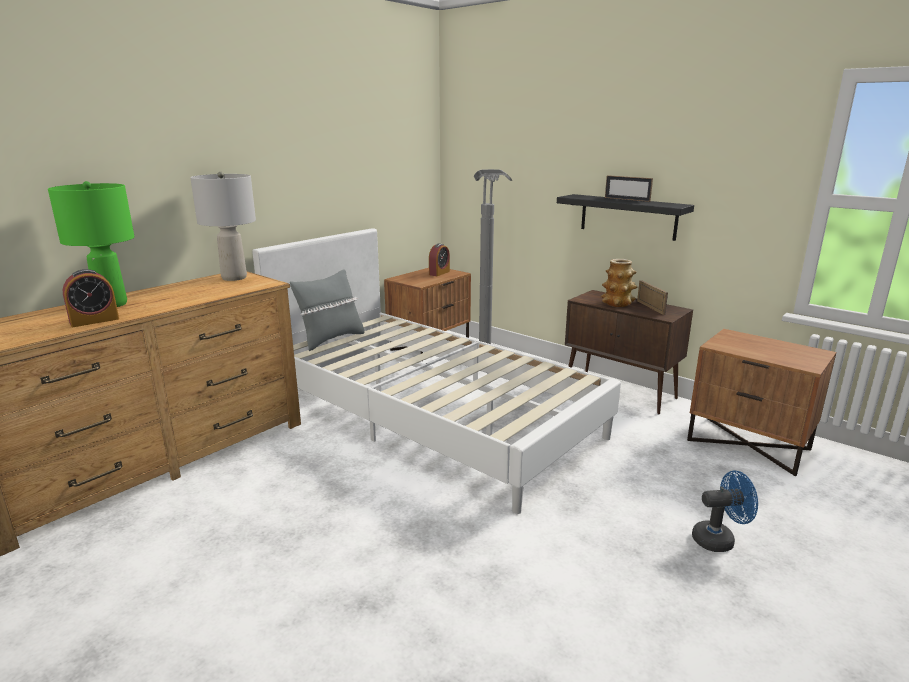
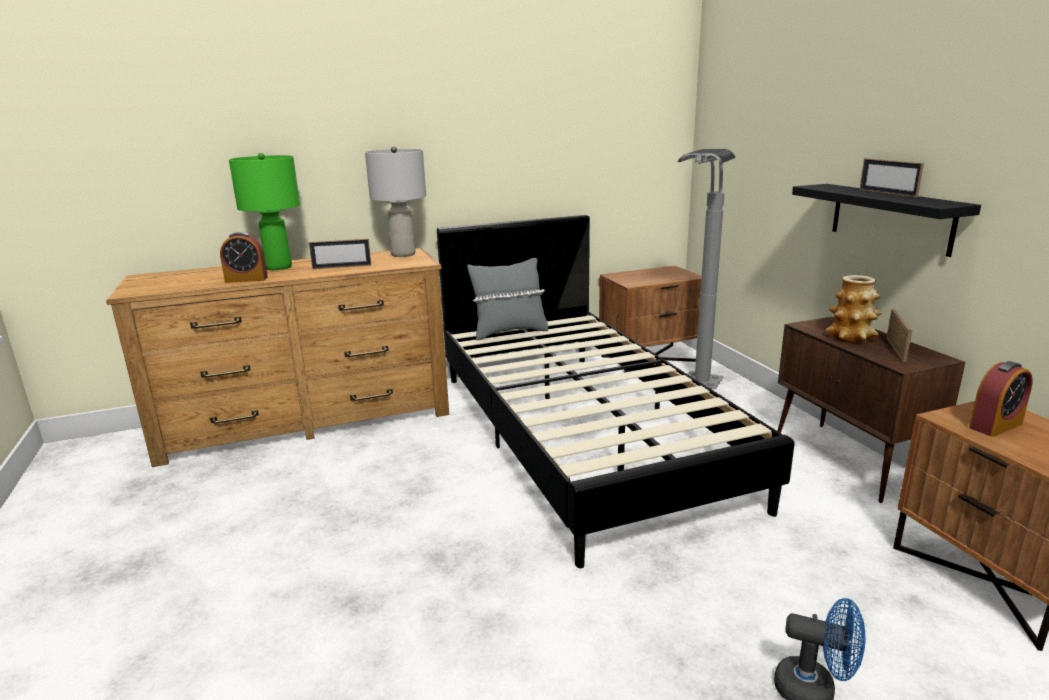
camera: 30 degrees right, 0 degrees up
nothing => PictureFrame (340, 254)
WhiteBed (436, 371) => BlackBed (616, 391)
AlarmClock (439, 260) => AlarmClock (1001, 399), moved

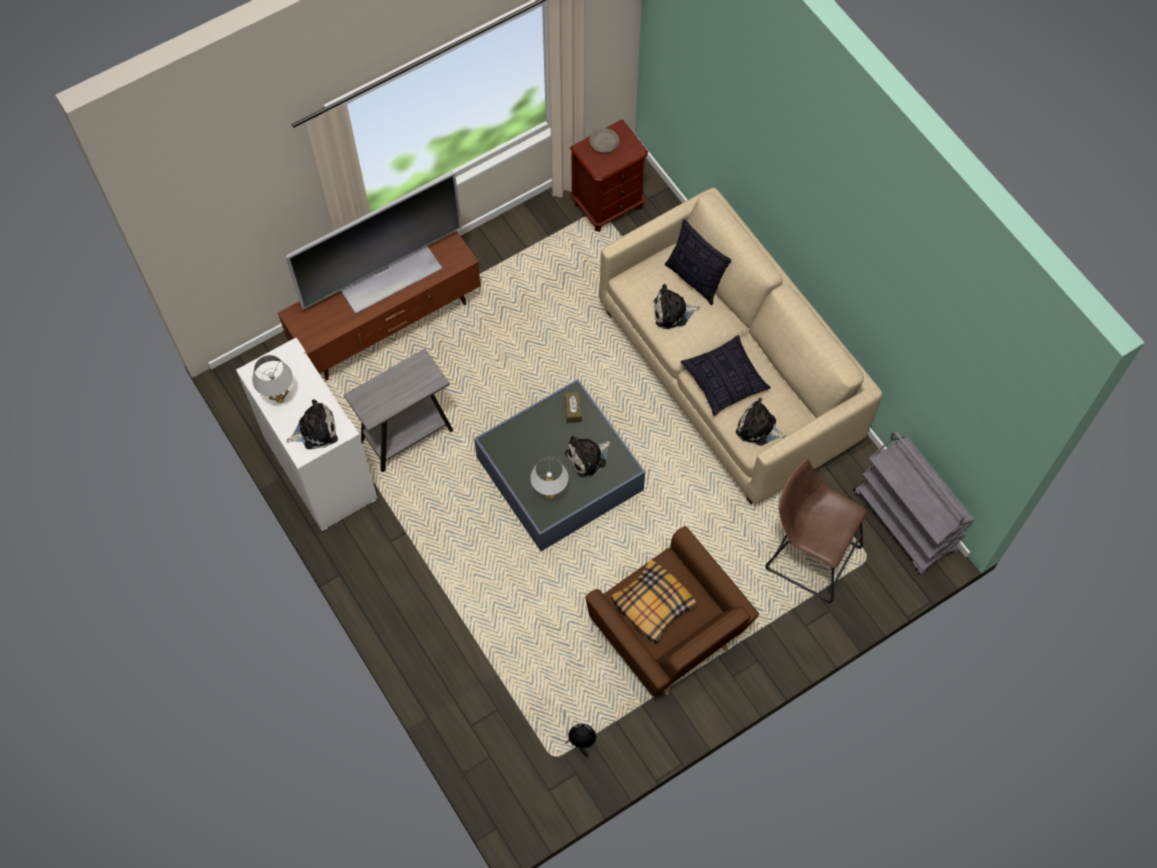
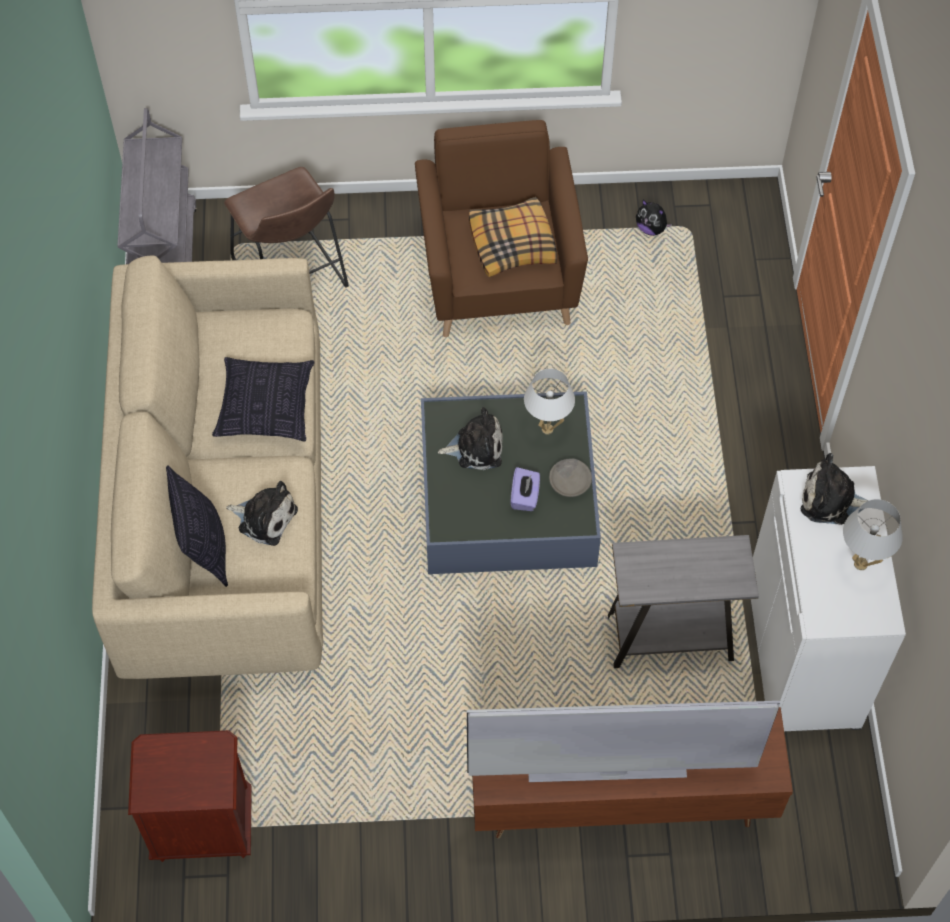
camera: 150 degrees left, 5 degrees down
nothing => PurpleTissueBox (525, 489)
GreyBowl (604, 140) => GreyBowl (570, 478), moved
BrownTissueBox (573, 407) => nothing
PlushToy (761, 422) => nothing

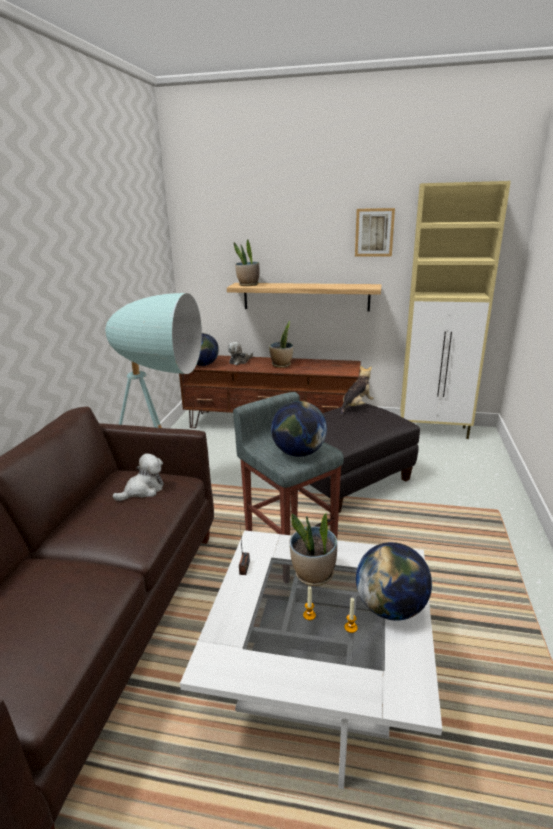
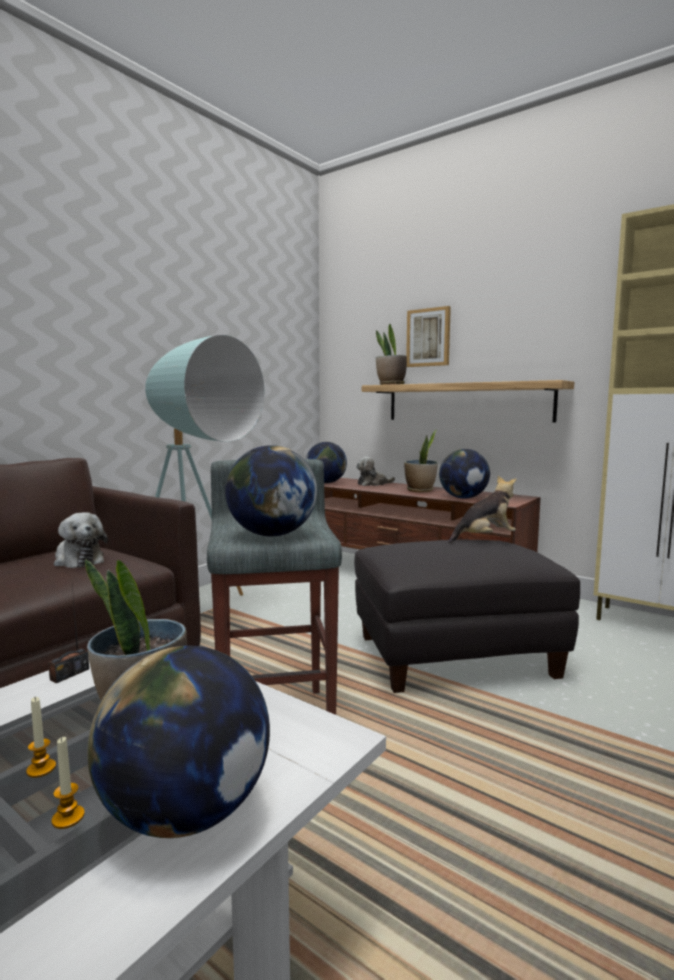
camera: 25 degrees right, 15 degrees down
PlushToy (138, 477) => PlushToy (81, 540), 60 degrees clockwise
Picture (375, 232) => Picture (428, 336), moved
nothing => Globe (464, 474)

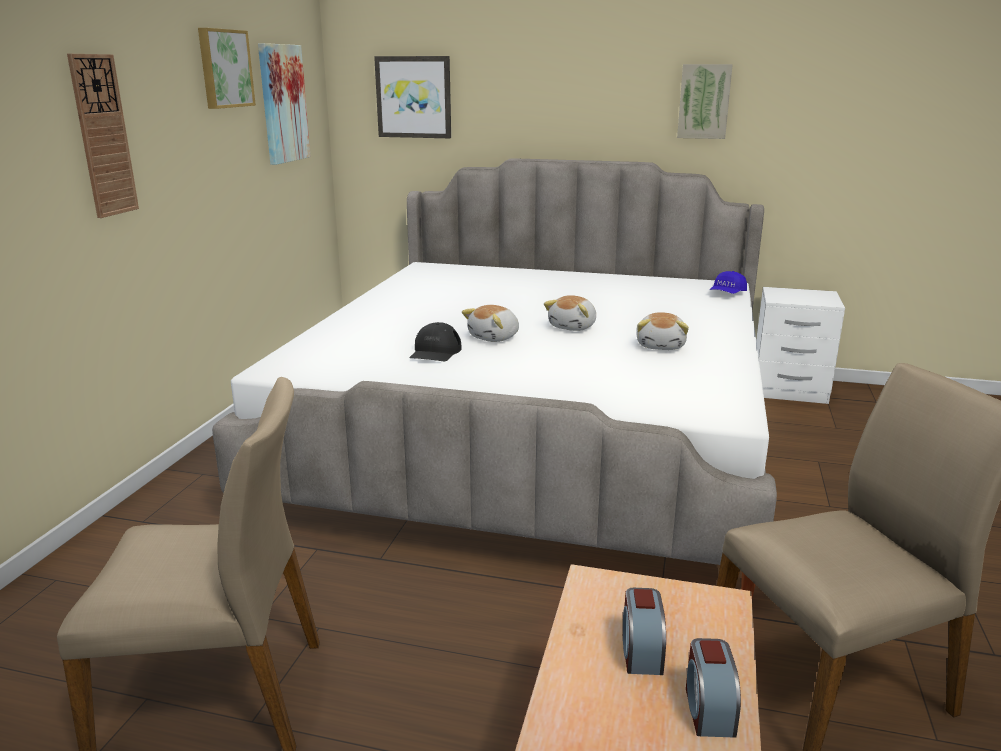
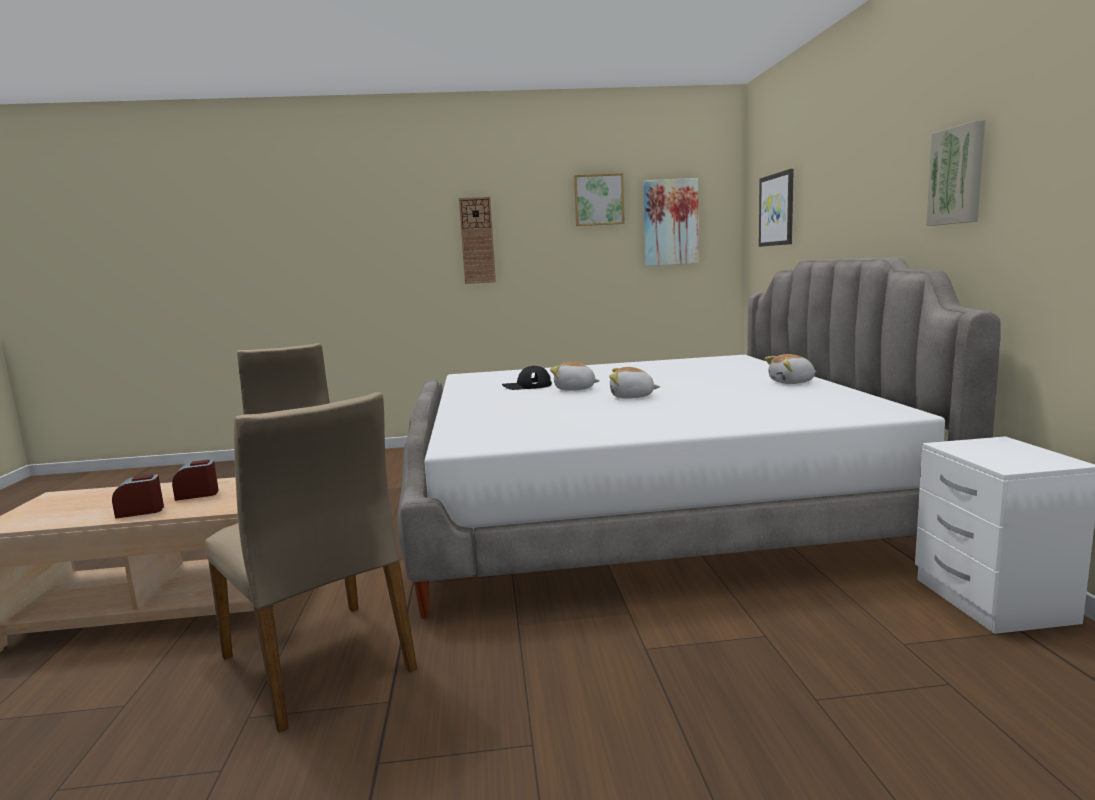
camera: 70 degrees right, 10 degrees down
PlushToy (663, 331) => PlushToy (790, 369), moved
BlueCap (728, 282) => nothing

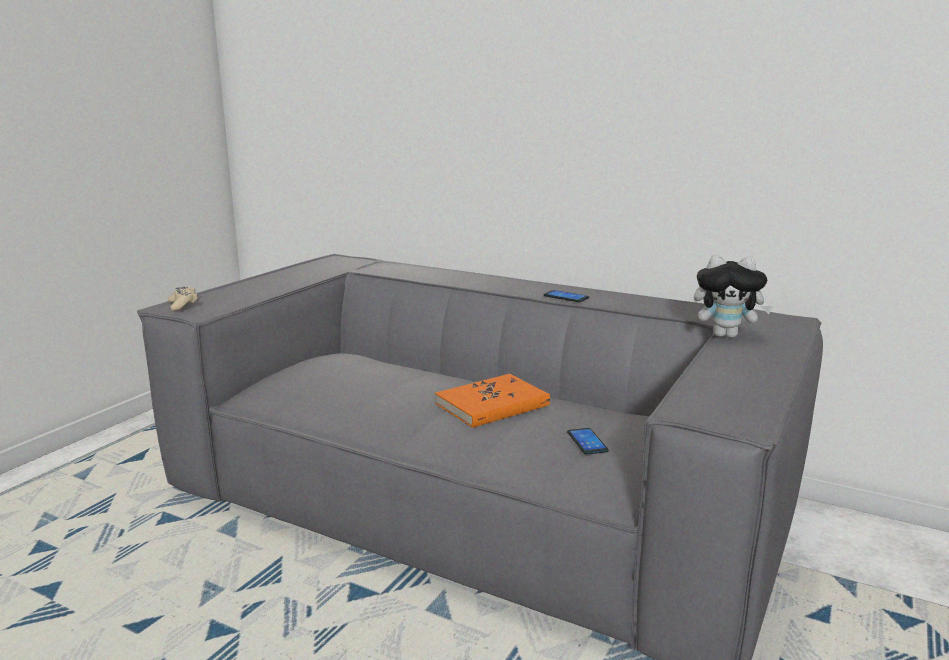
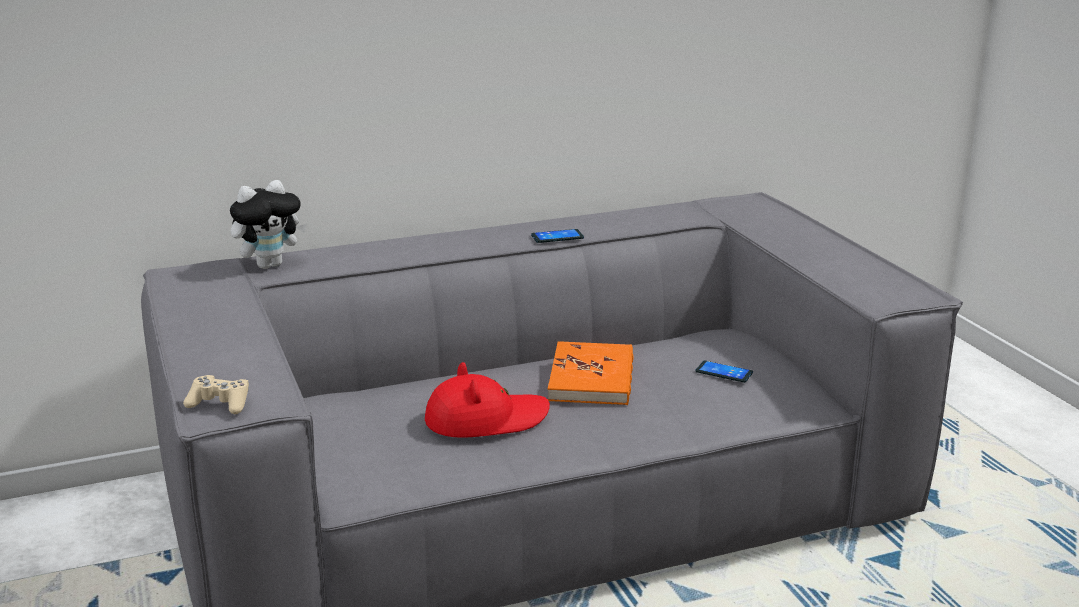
camera: 50 degrees left, 5 degrees up
PlushToy (733, 296) => PlushToy (268, 224), moved
nothing => RedHat (487, 400)

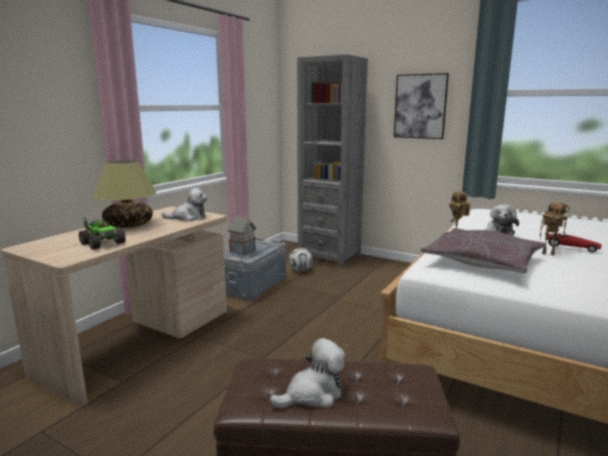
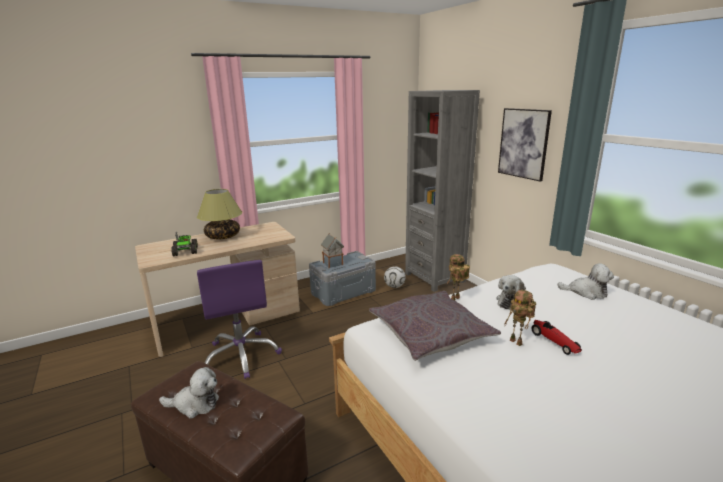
camera: 30 degrees right, 5 degrees up
nothing => PurpleOfficeChair (239, 319)
PlushToy (184, 204) => PlushToy (585, 281), moved

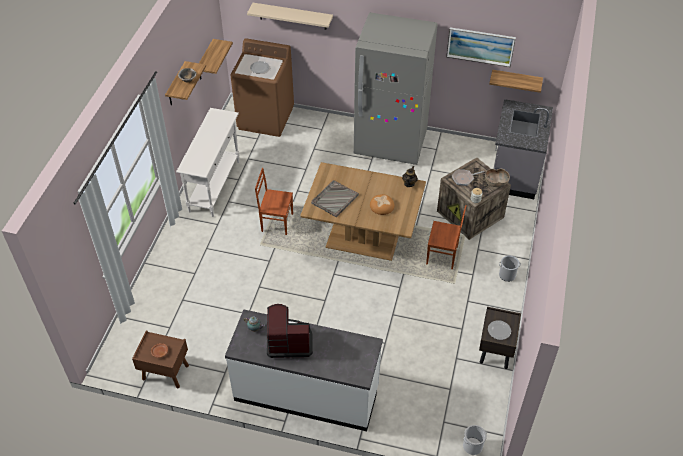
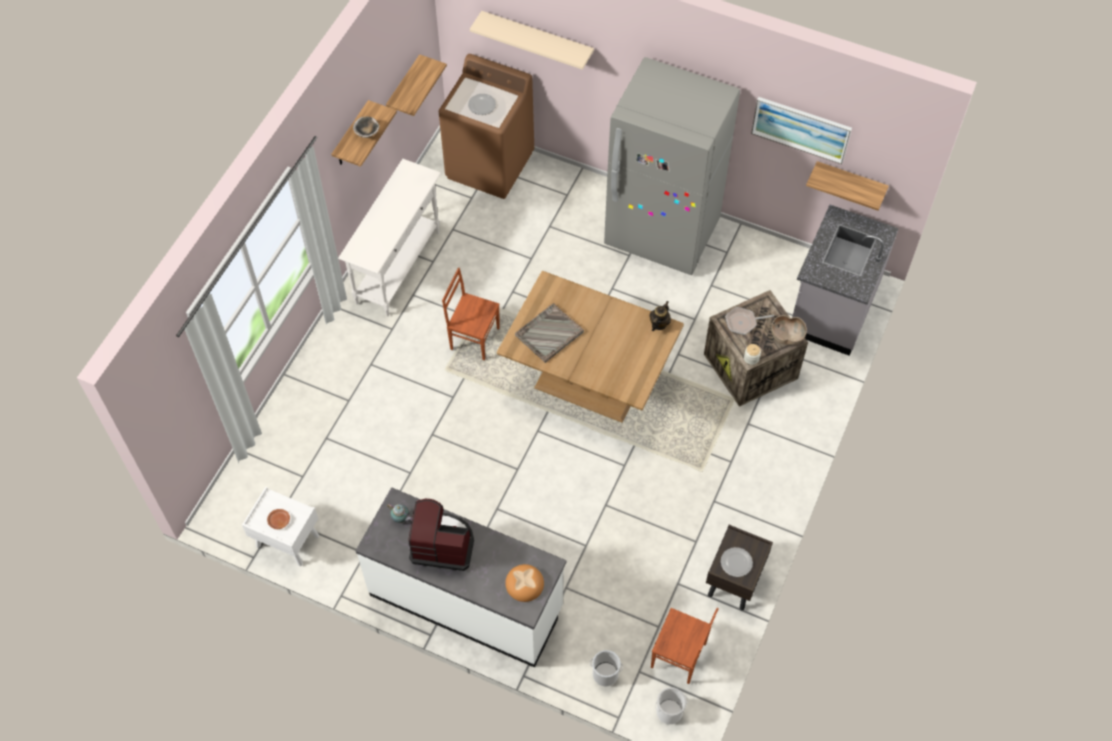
camera: 10 degrees right, 10 degrees up
BrownNightstand (160, 359) => WhiteNightstand (280, 526)
Bread (382, 204) => Bread (524, 583), moved
Bucket (510, 268) => Bucket (606, 668), moved
BrownChair (446, 237) => BrownChair (685, 646), moved

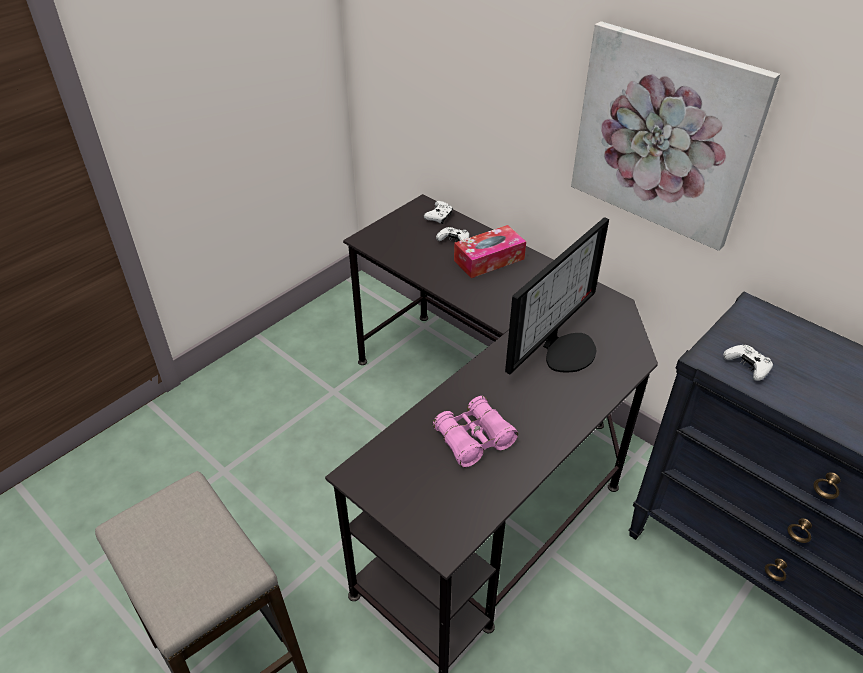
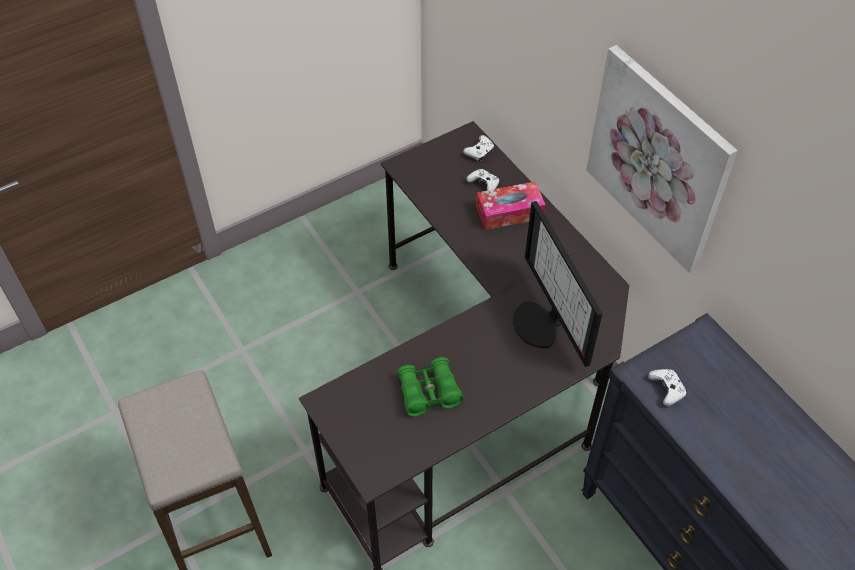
camera: 15 degrees right, 10 degrees up
PinkBinoculars (475, 431) => GreenBinoculars (429, 386)
Monitor (557, 295) => Monitor (557, 284), 105 degrees clockwise

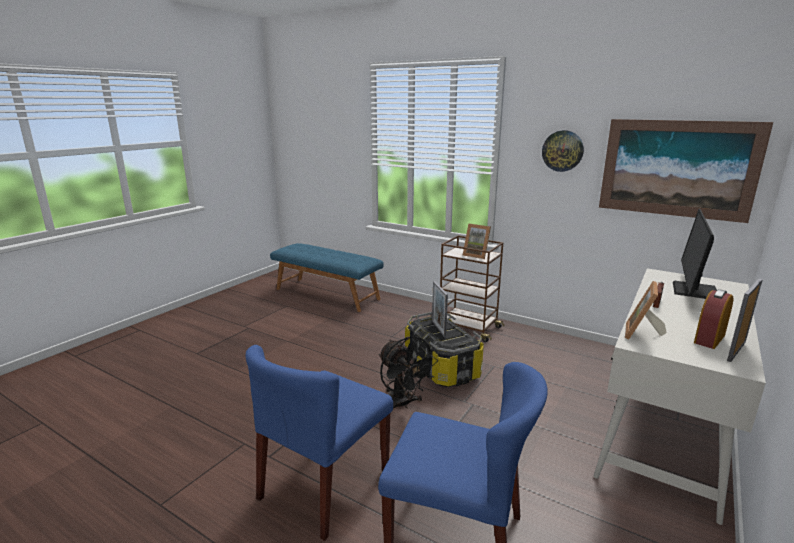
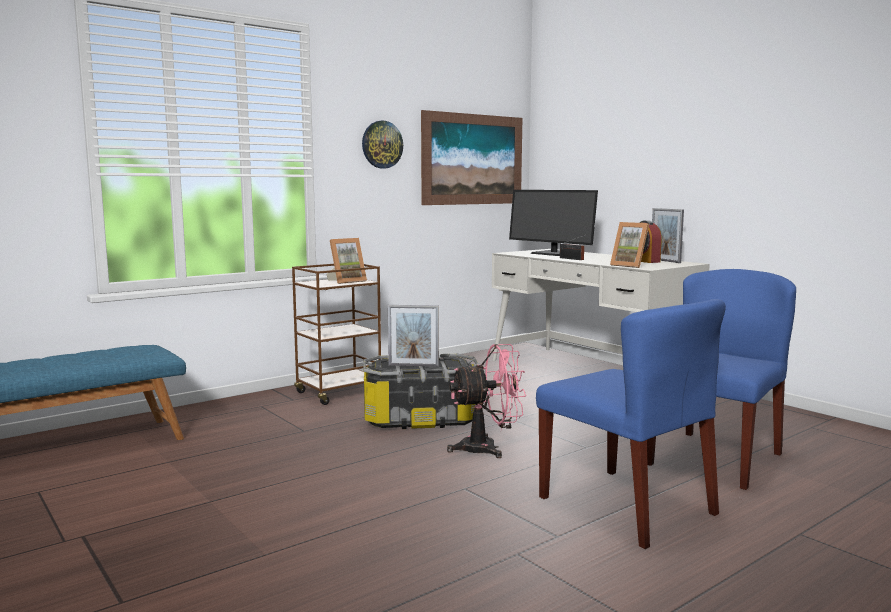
camera: 70 degrees left, 10 degrees down
BlackFan (408, 373) => PinkFan (486, 401)

